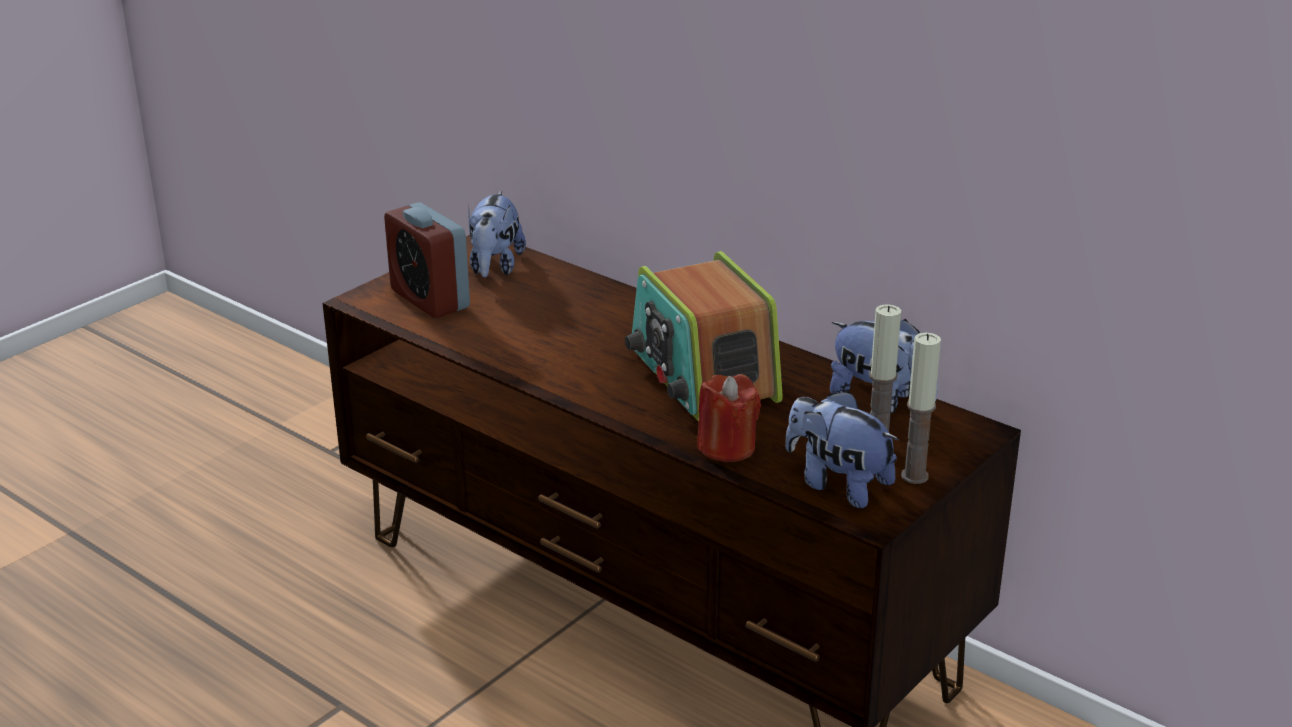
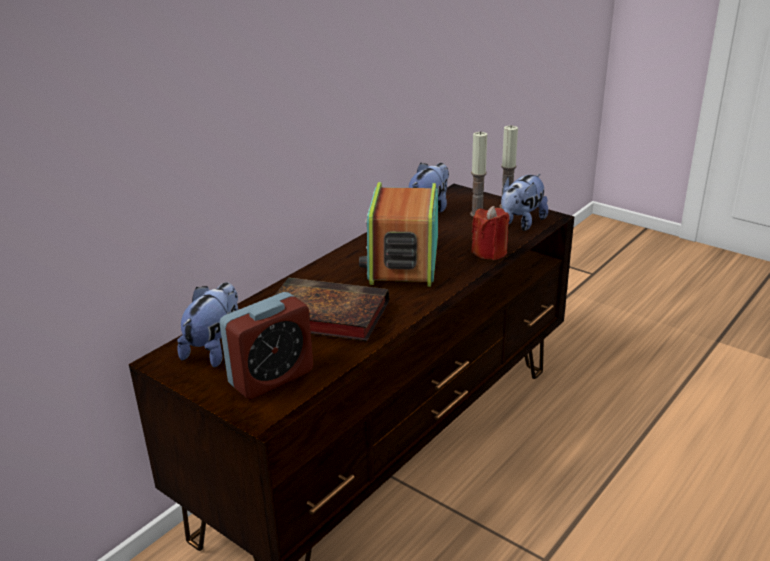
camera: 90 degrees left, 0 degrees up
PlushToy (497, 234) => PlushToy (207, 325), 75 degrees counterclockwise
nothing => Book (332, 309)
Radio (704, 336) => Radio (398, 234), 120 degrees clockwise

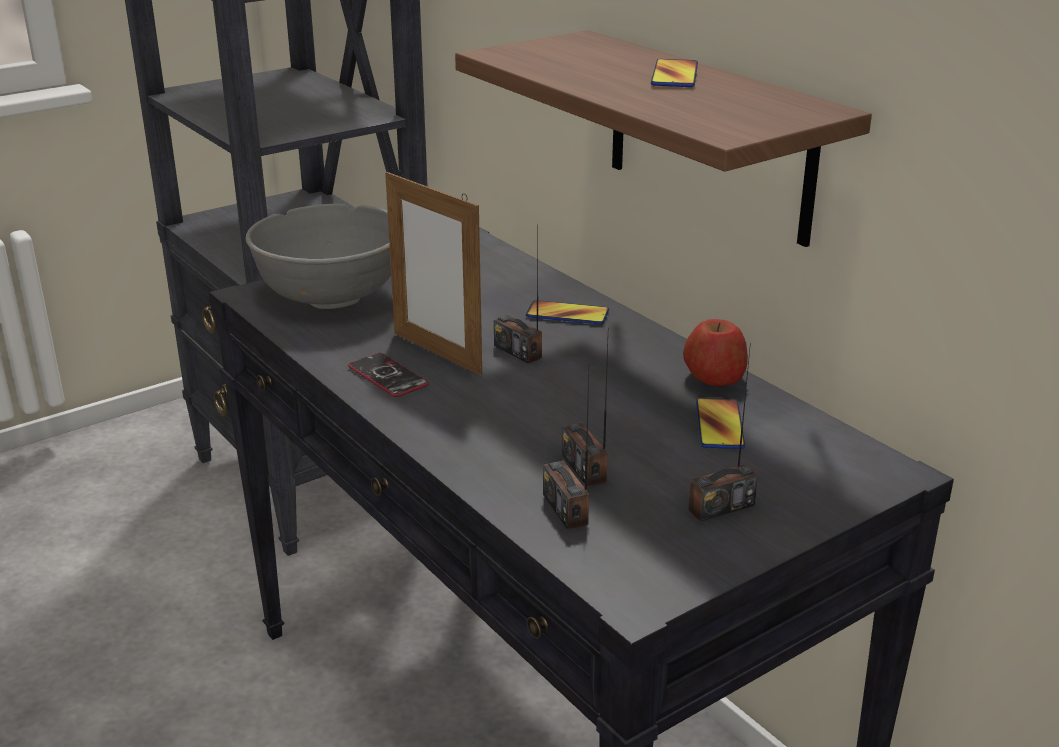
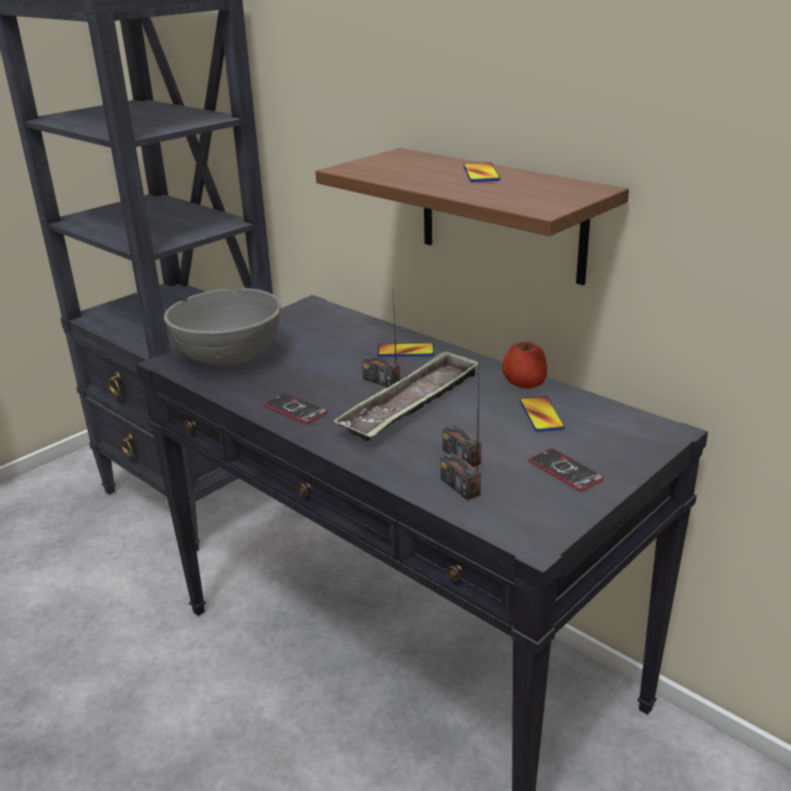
camera: 10 degrees left, 0 degrees up
nothing => Tray (407, 395)
Radio (723, 432) => Phone (566, 469)
PictureFrame (433, 273) => nothing

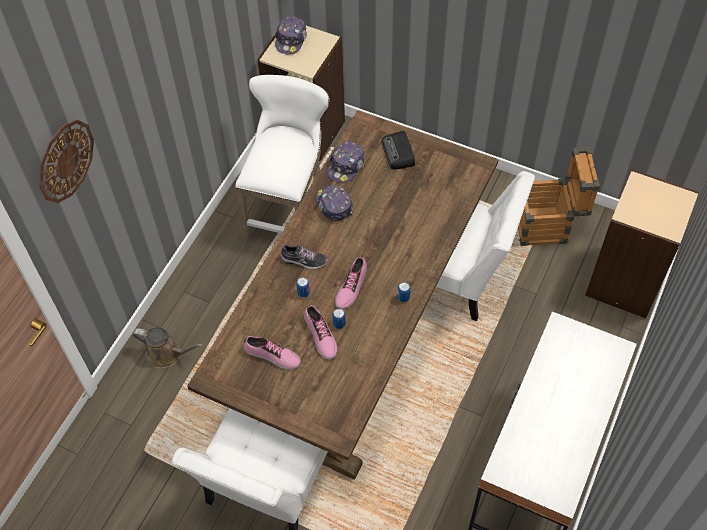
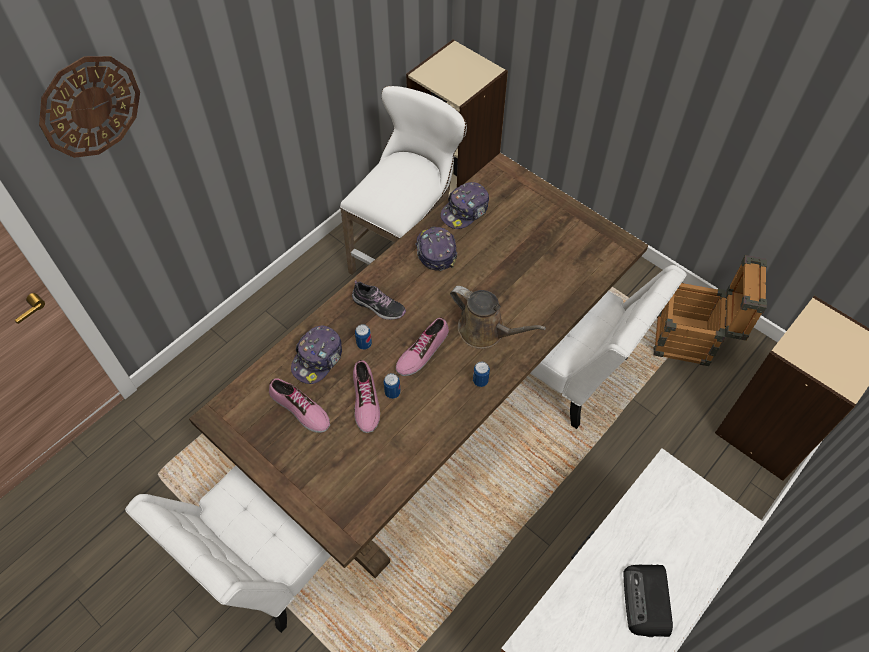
camera: 15 degrees right, 0 degrees up
Cap (291, 35) => Cap (316, 354), moved
BrownWateringCan (168, 348) => BrownWateringCan (498, 317), moved
Radio (398, 150) => Radio (648, 600), moved

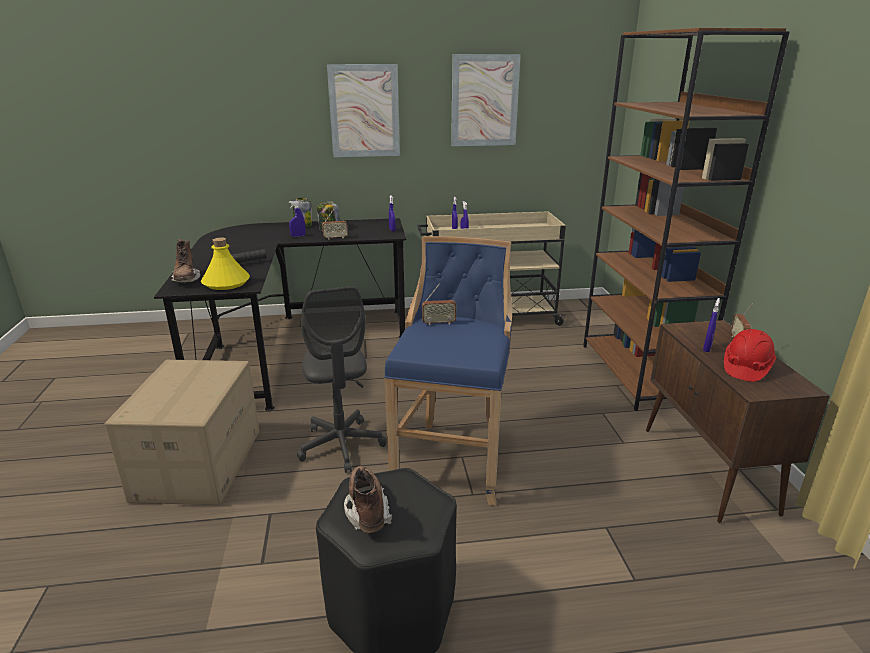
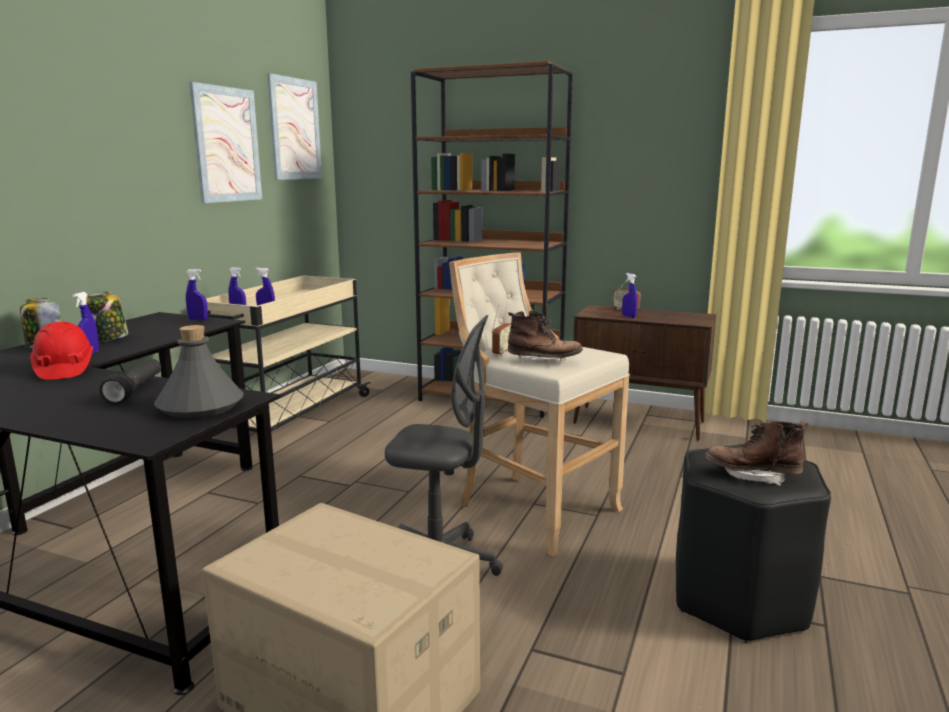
camera: 60 degrees left, 10 degrees down
RedHardHat (750, 355) => RedHardHat (61, 351), moved
YellowBottle (225, 264) => GreyBottle (199, 371)
Picture (363, 110) => Picture (294, 126), moved
BlueStool (448, 371) => BeigeStool (539, 404)
BrownBoot (185, 261) => BrownBoot (545, 336), moved
Radio (335, 224) => nothing

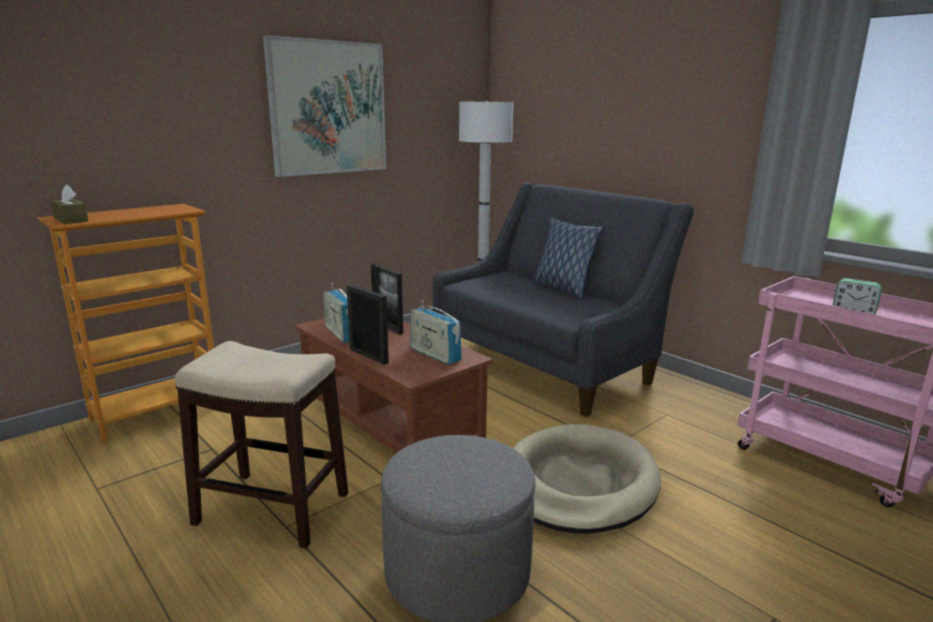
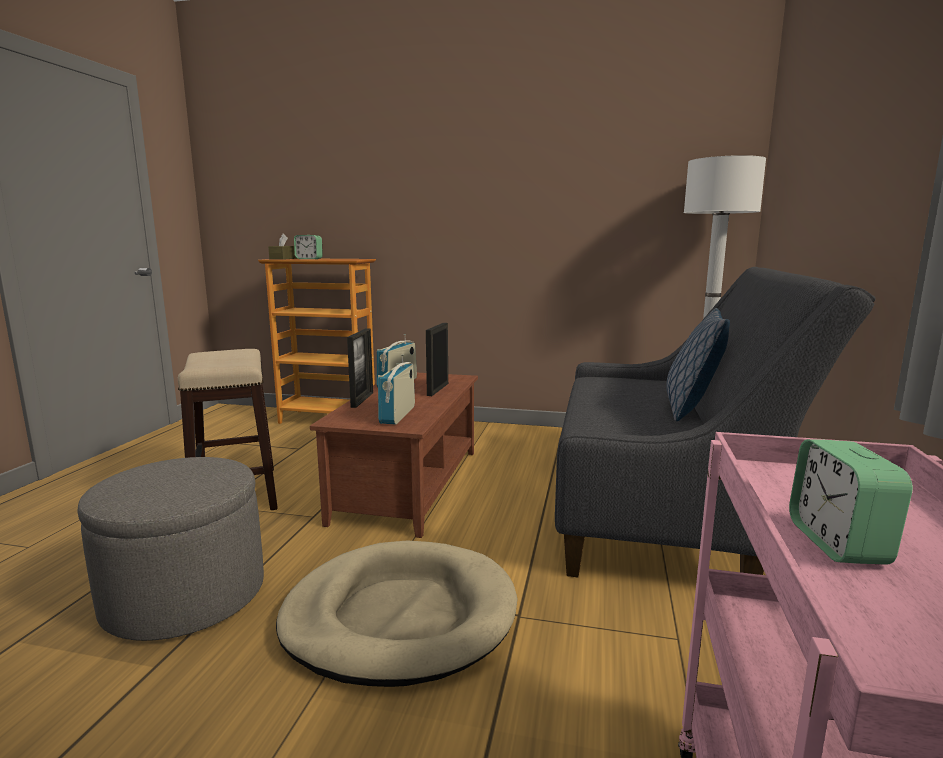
camera: 55 degrees right, 5 degrees down
nothing => AlarmClock (308, 247)
Picture (324, 106) => nothing

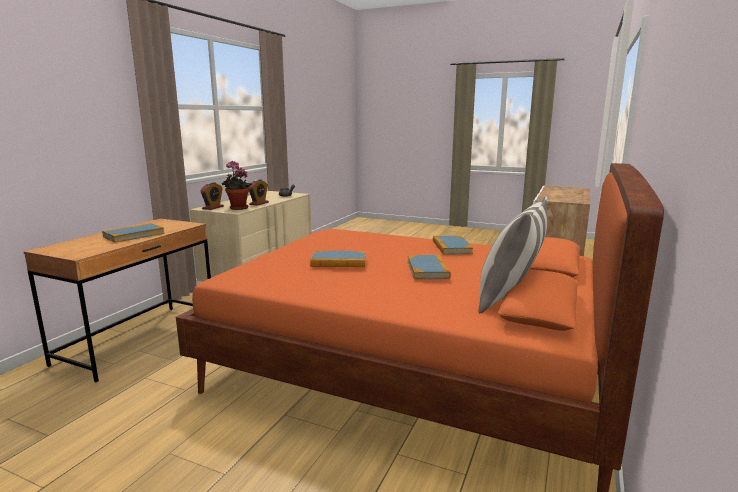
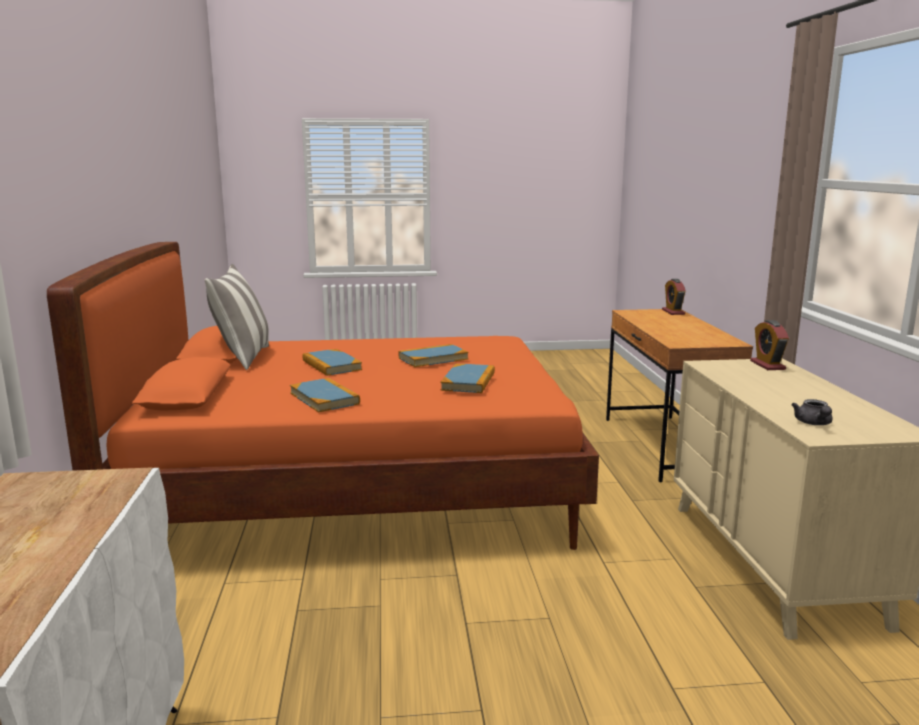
camera: 150 degrees right, 0 degrees up
Book (133, 233) => Book (468, 378), moved
AlarmClock (259, 192) => AlarmClock (674, 297), moved
PottedPlant (237, 185) => nothing

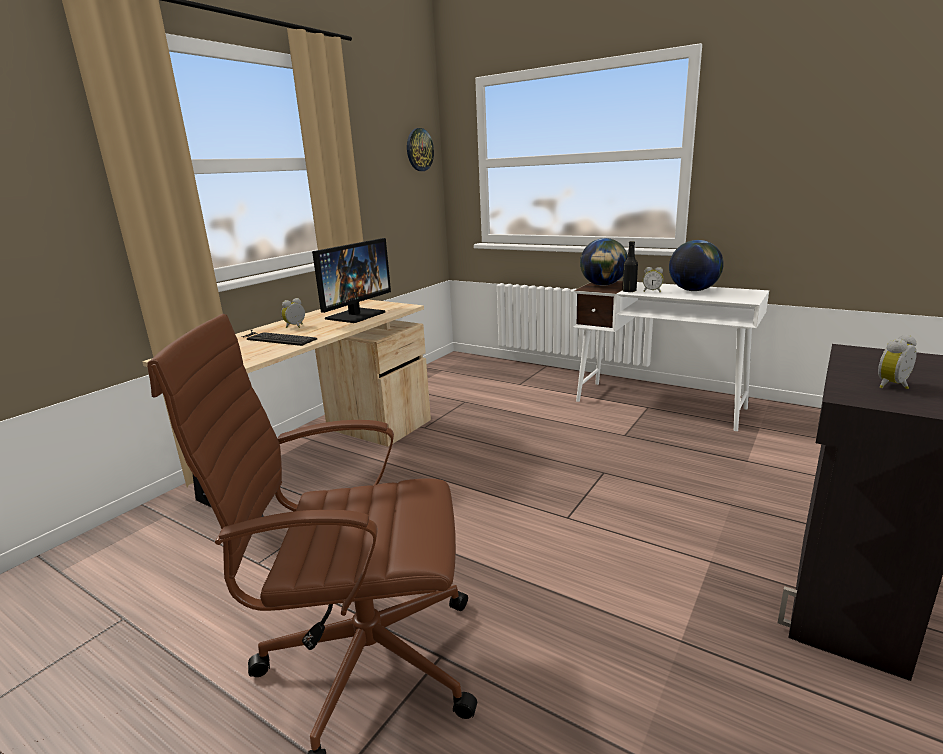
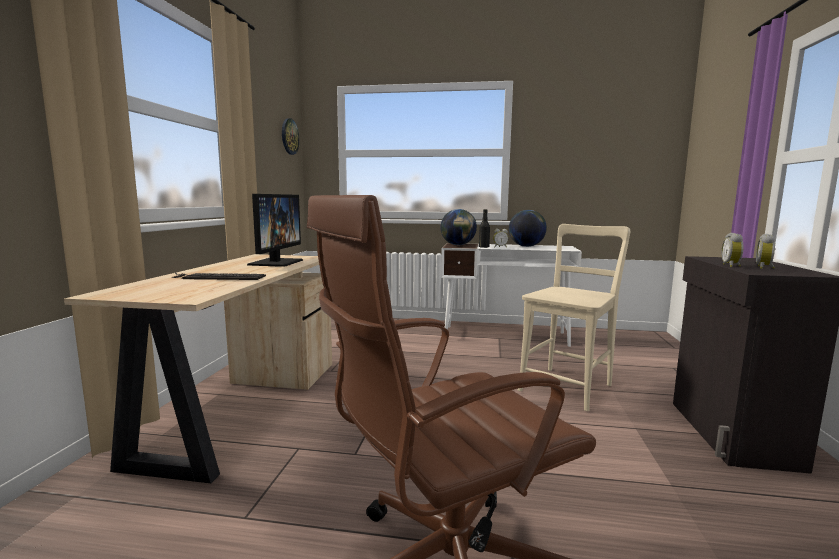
camera: 25 degrees left, 10 degrees down
nothing => BeigeChair (574, 317)
AlarmClock (293, 313) => AlarmClock (732, 250), moved

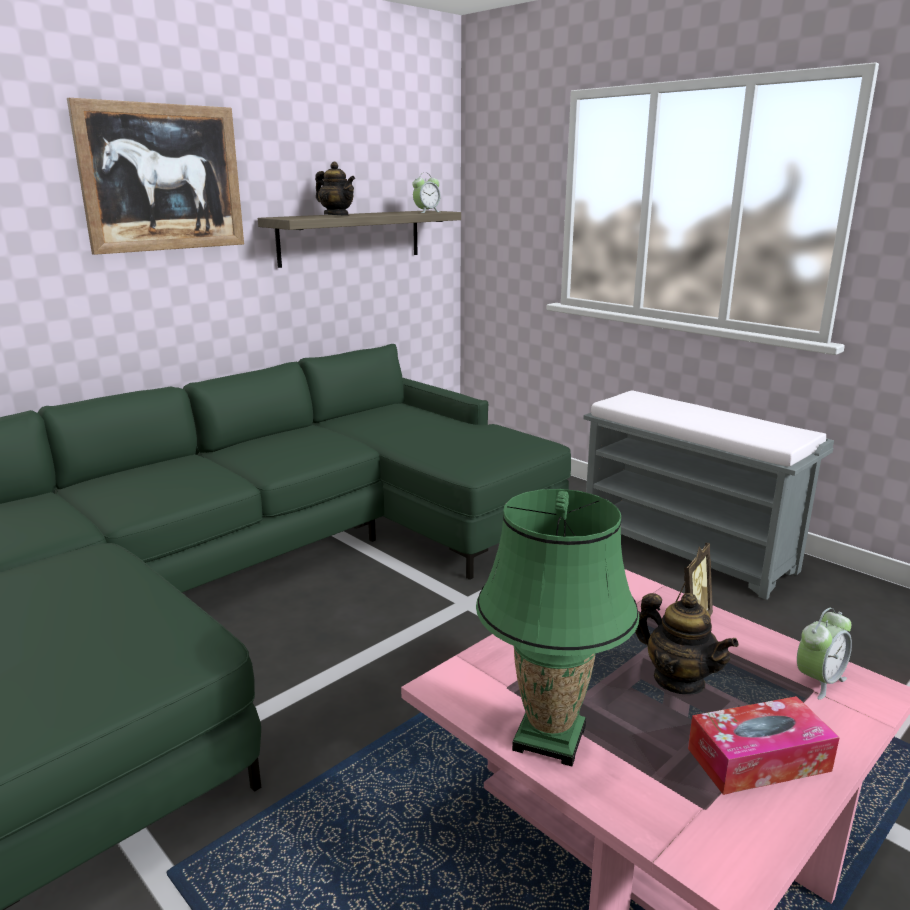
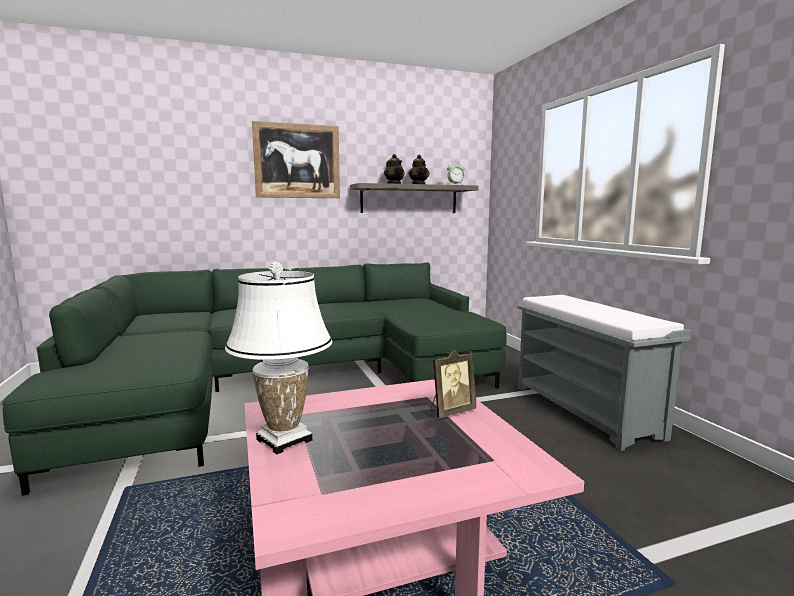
camera: 25 degrees right, 10 degrees down
GreenTableLamp (557, 628) => WhiteTableLamp (278, 358)
Teapot (687, 644) => Teapot (419, 169), moved
TissueBox (764, 745) => nothing
AlarmClock (824, 654) => nothing

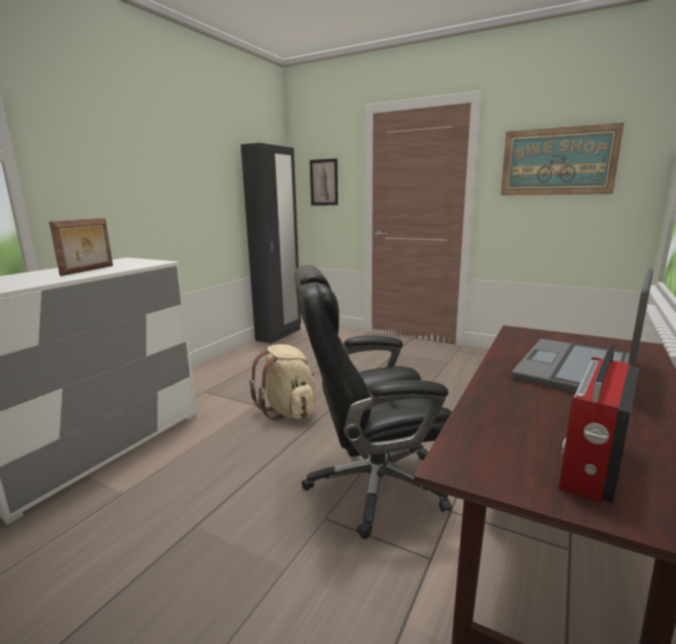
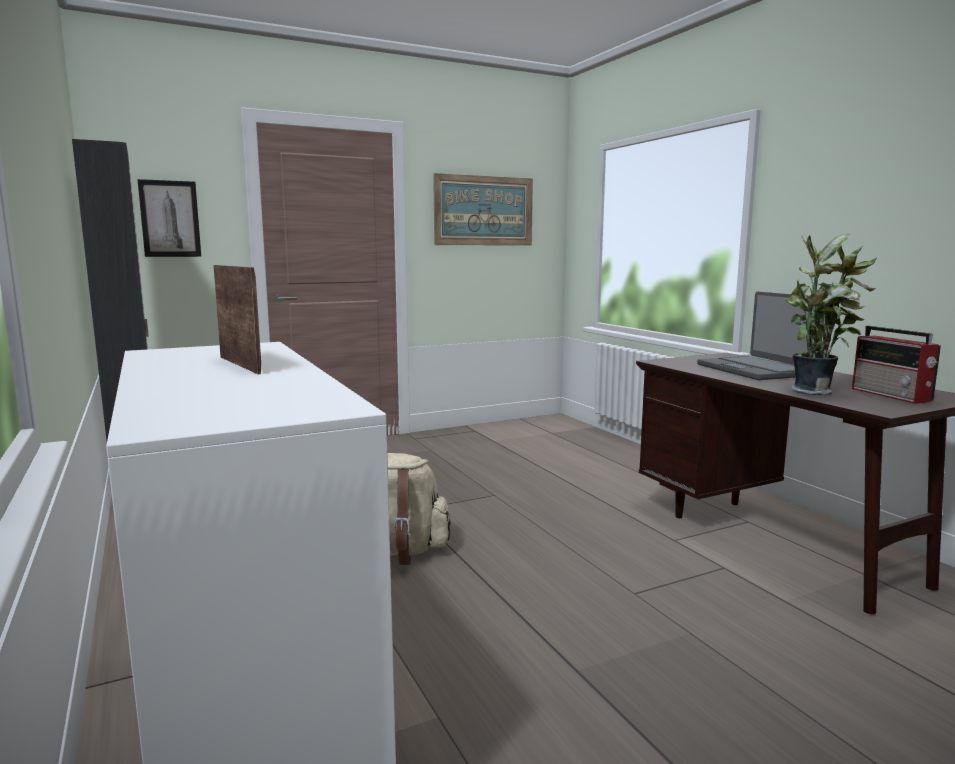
camera: 55 degrees left, 5 degrees down
nothing => PottedPlant (831, 314)
BlackOfficeChair (373, 402) => nothing

